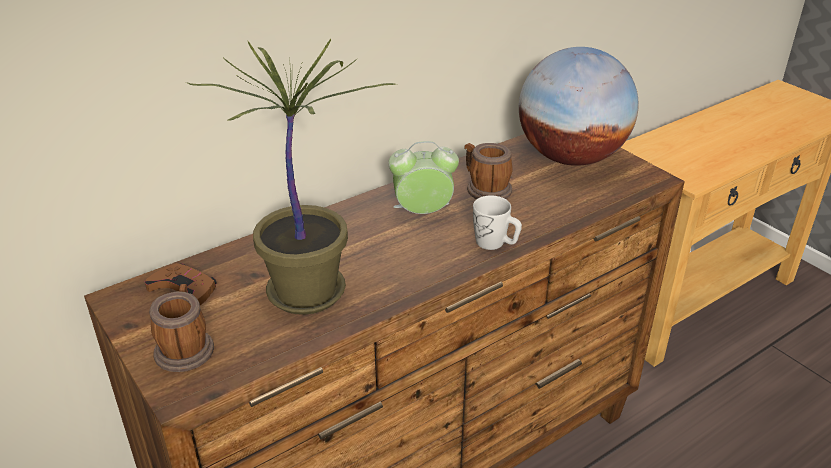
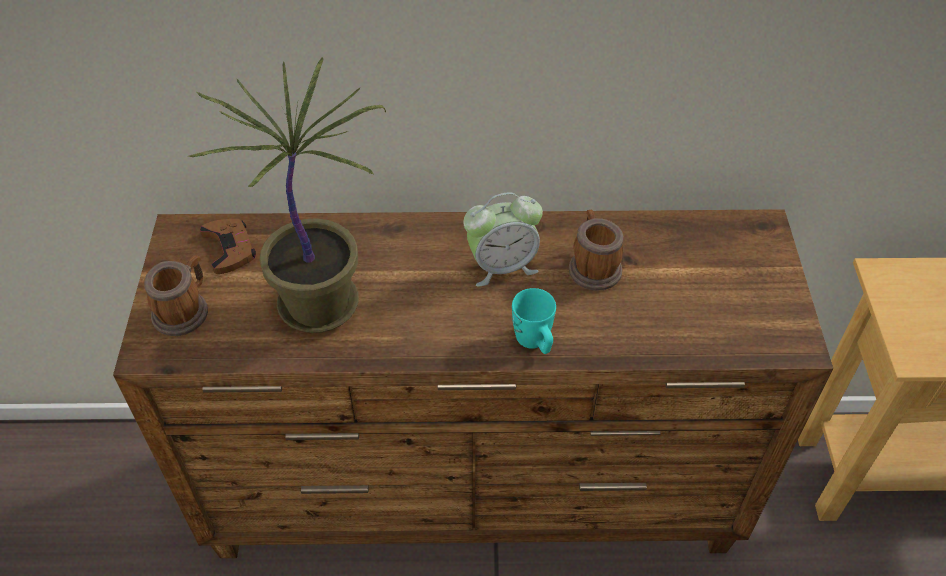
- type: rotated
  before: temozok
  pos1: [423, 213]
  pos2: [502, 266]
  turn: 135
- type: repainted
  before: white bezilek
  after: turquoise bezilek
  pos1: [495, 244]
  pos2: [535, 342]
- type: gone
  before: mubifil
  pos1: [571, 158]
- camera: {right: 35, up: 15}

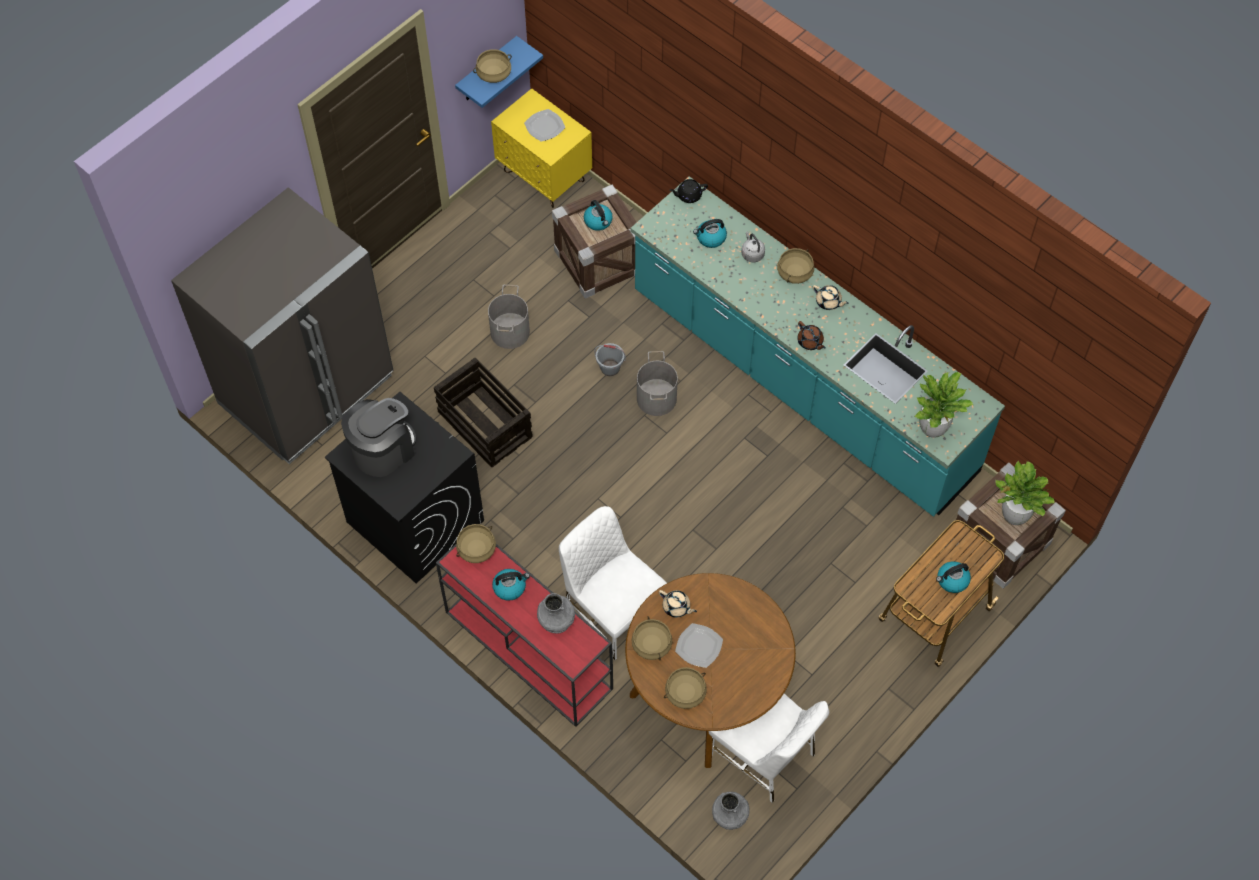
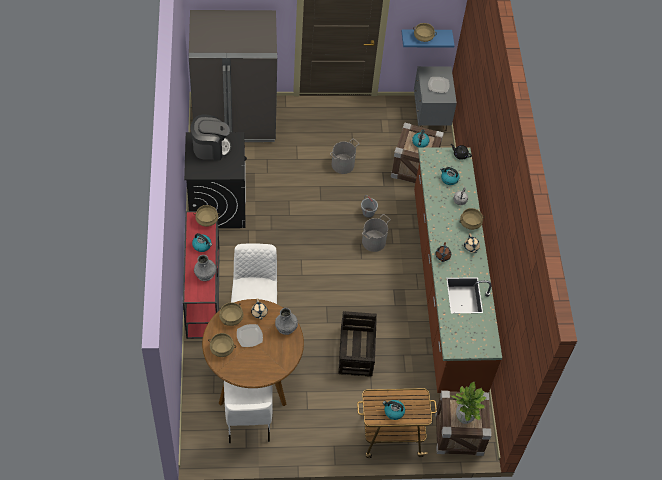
- type: shifted
  before: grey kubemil
  pos1: [730, 814]
  pos2: [286, 327]
- type: shifted
  before: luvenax
  pos1: [484, 424]
  pos2: [356, 350]
- type: repainted
  before: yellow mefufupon
  after: grey mefufupon
  pos1: [544, 177]
  pos2: [430, 116]
- type: repainted
  before: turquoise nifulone
  after: brown nifulone
  pos1: [801, 383]
  pos2: [446, 289]
- type: gone
  before: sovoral
  pos1: [932, 428]
- camera: {right: 40, up: -5}

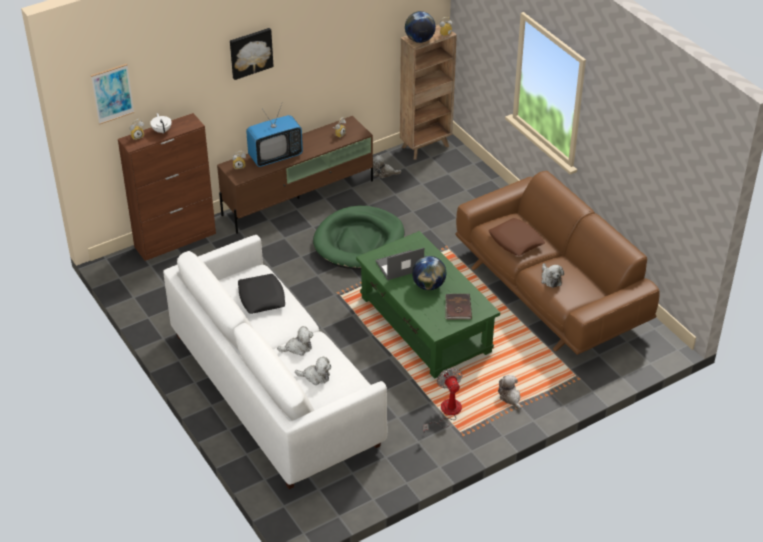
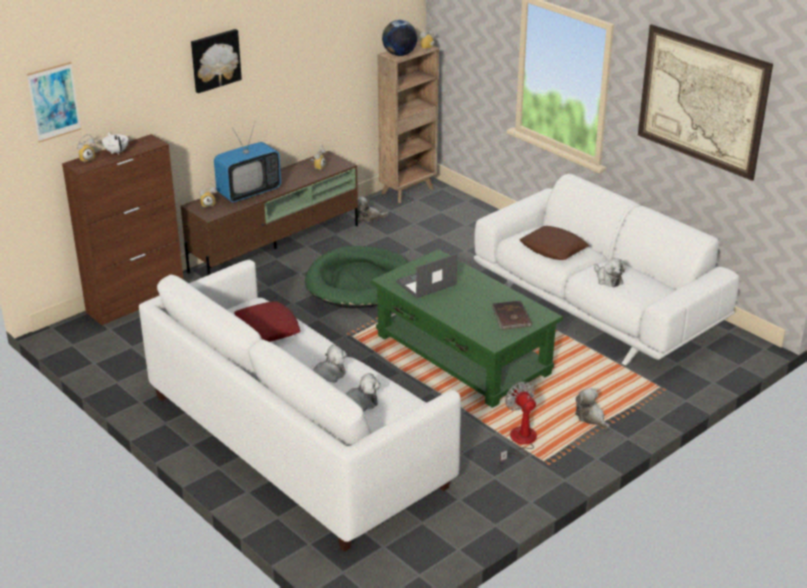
- type: repainted
  before: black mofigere
  after: red mofigere
  pos1: [261, 297]
  pos2: [267, 328]
- type: repainted
  before: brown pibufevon
  after: white pibufevon
  pos1: [551, 291]
  pos2: [597, 308]
- type: new
  after: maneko
  pos2: [702, 101]
- type: gone
  before: mubifil
  pos1: [428, 285]
- camera: {right: -10, up: -10}

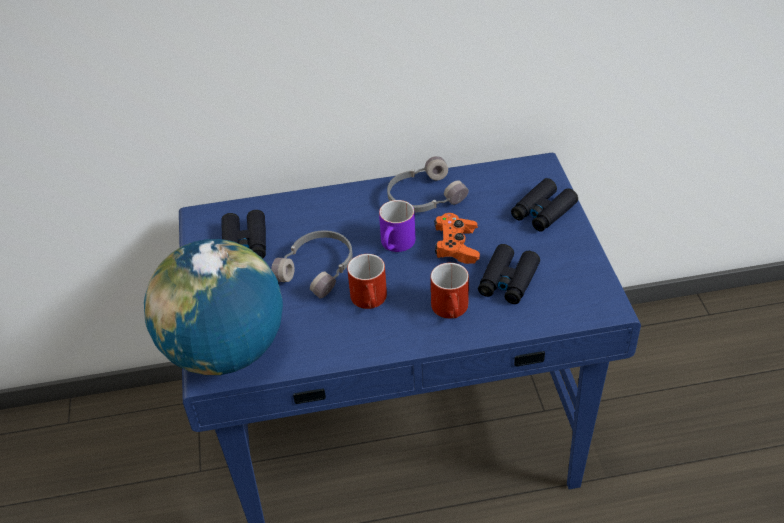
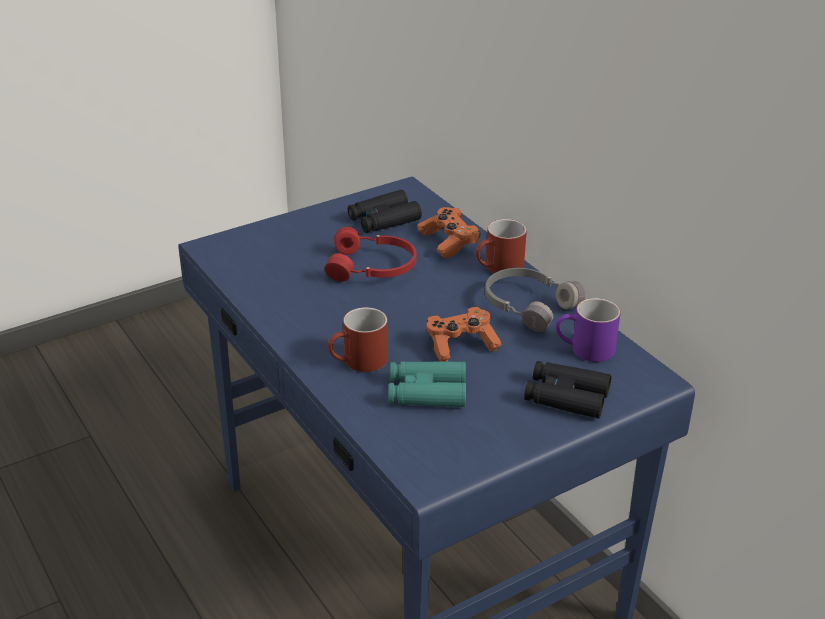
- type: repainted
  before: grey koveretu
  after: red koveretu
  pos1: [318, 269]
  pos2: [372, 268]
- type: repainted
  before: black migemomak
  after: turquoise migemomak
  pos1: [508, 281]
  pos2: [426, 392]
- type: new
  after: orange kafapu
  pos2: [448, 241]
- type: shifted
  before: red bezilek
  pos1: [371, 301]
  pos2: [499, 268]
- type: shifted
  before: purple bezilek
  pos1: [396, 245]
  pos2: [584, 350]
- type: gone
  before: mubifil
  pos1: [225, 351]
- camera: {right: 65, up: -10}

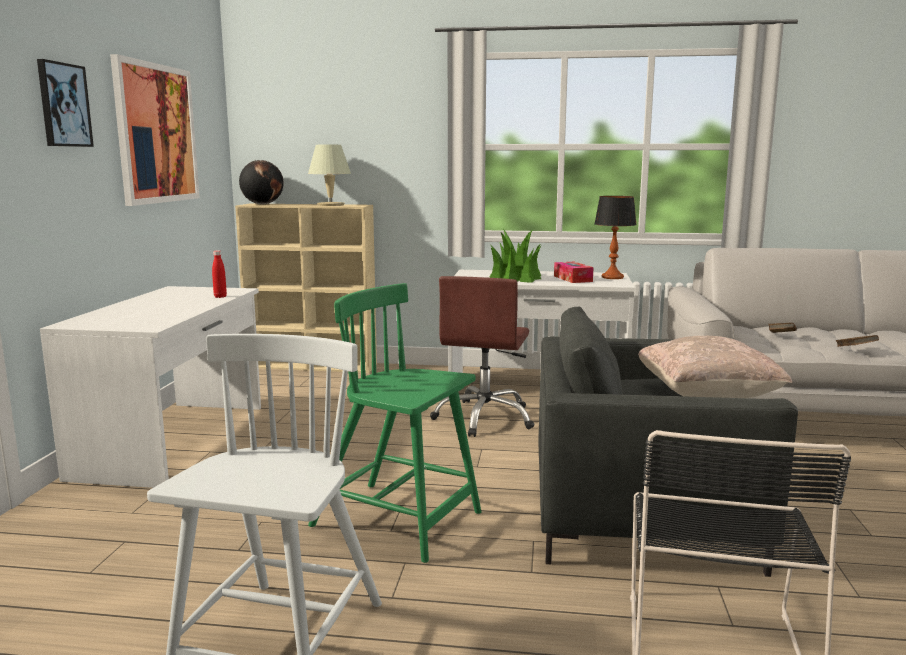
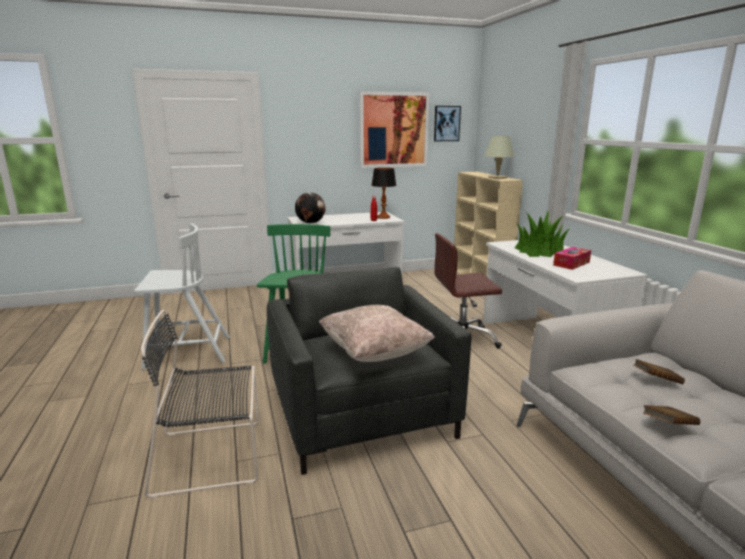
- type: shifted
  before: mubifil
  pos1: [262, 204]
  pos2: [310, 223]
- type: shifted
  before: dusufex
  pos1: [612, 277]
  pos2: [383, 217]
- type: shifted
  before: maneko
  pos1: [63, 105]
  pos2: [446, 123]
- camera: {right: 65, up: 5}

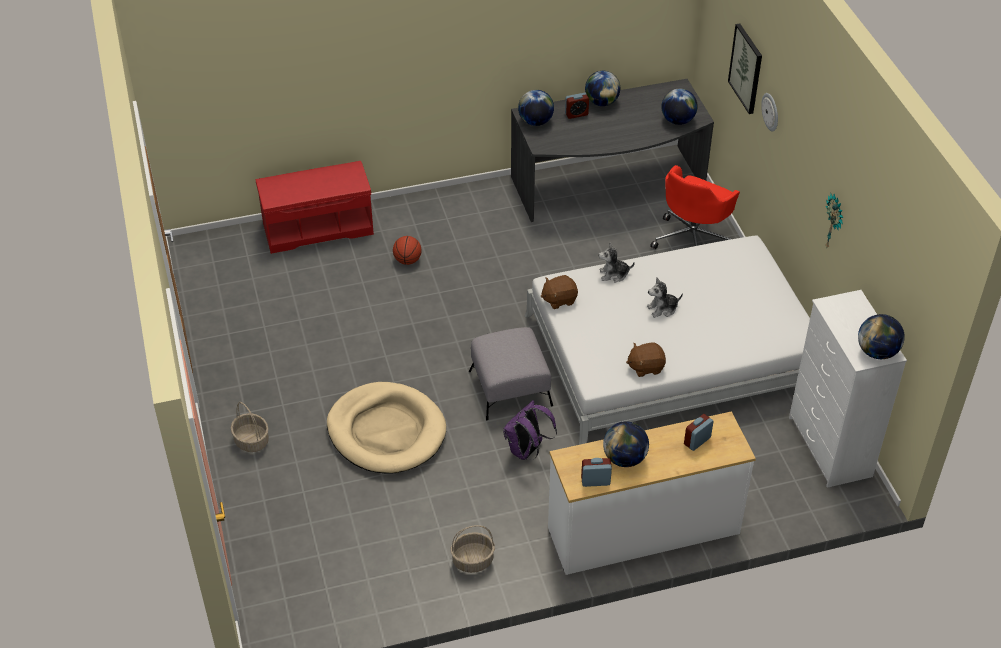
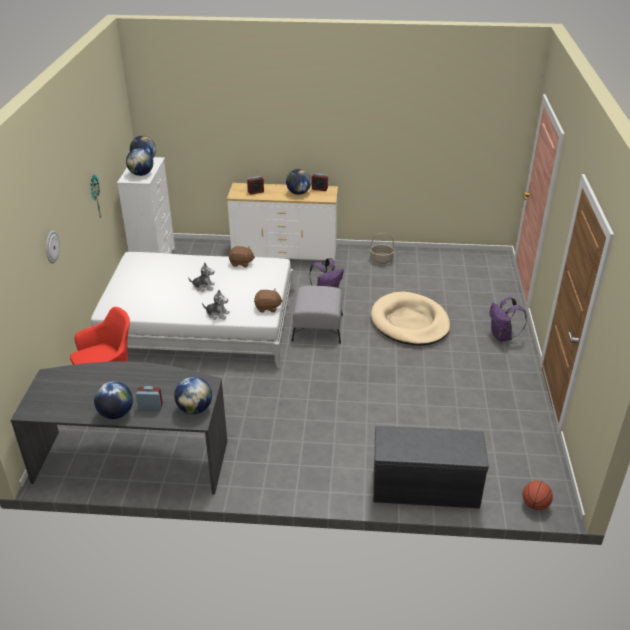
- type: shifted
  before: mubifil
  pos1: [677, 120]
  pos2: [141, 174]
- type: repainted
  before: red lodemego
  after: grey lodemego
  pos1: [318, 228]
  pos2: [424, 487]
- type: swapped
  before: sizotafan
  after: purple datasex
  pos1: [251, 441]
  pos2: [502, 337]
- type: shifted
  before: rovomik
  pos1: [407, 260]
  pos2: [535, 505]
- type: gone
  before: maneko
  pos1: [746, 68]
- camera: {right: -160, up: -10}

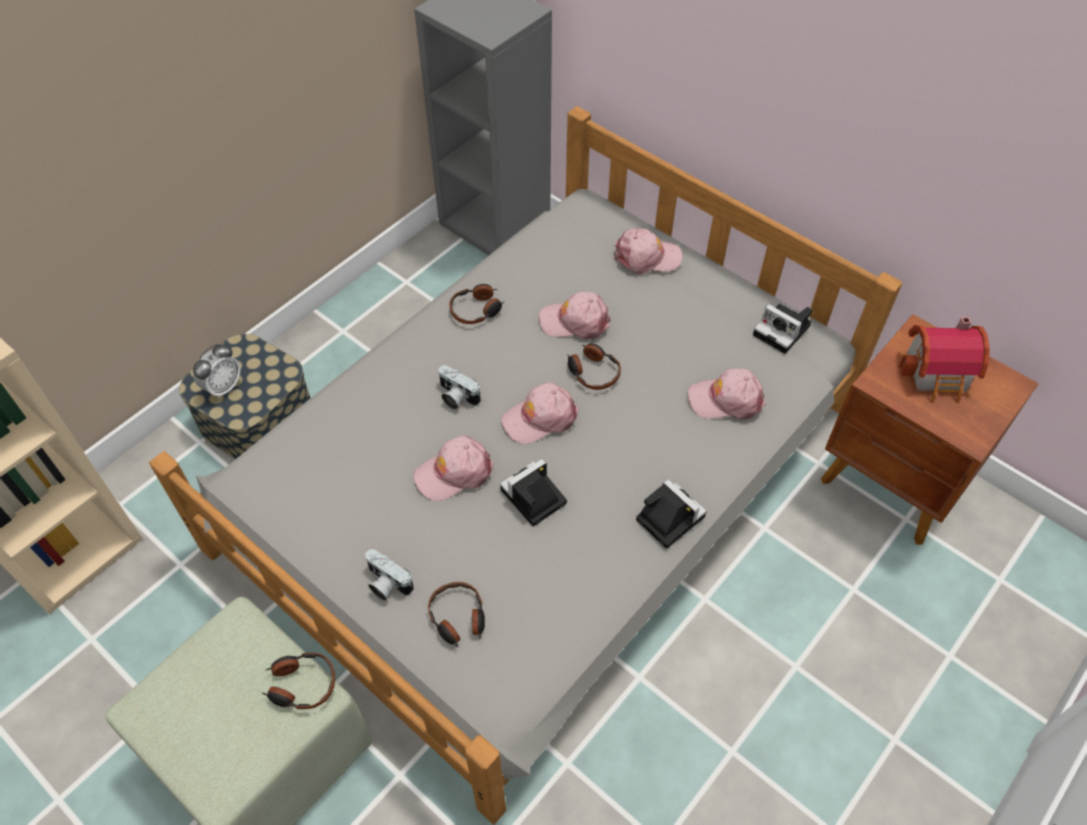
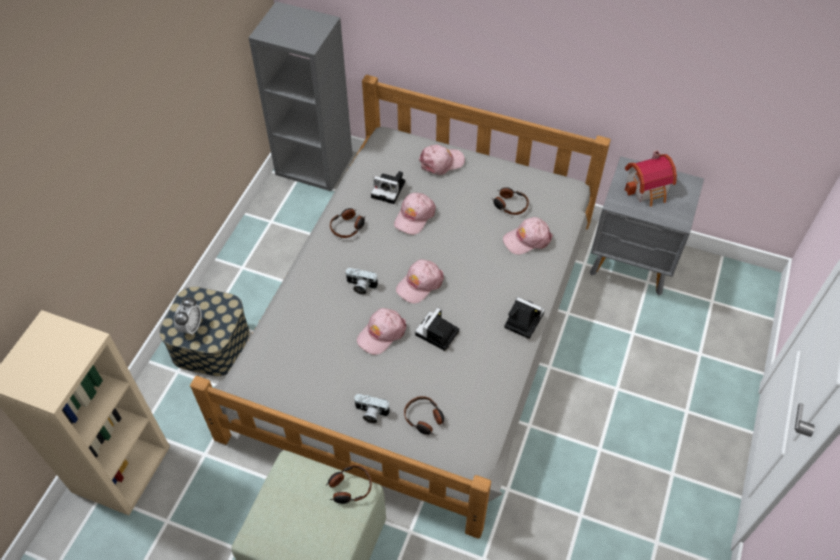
- type: shifted
  before: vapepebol
  pos1: [784, 331]
  pos2: [389, 190]
- type: rotated
  before: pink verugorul
  pos1: [575, 321]
  pos2: [414, 216]
  turn: -45
- type: shifted
  before: koveretu
  pos1: [592, 372]
  pos2: [509, 205]
- type: repainted
  before: brown mefufupon
  after: grey mefufupon
  pos1: [894, 483]
  pos2: [633, 262]
- camera: {right: -20, up: 0}

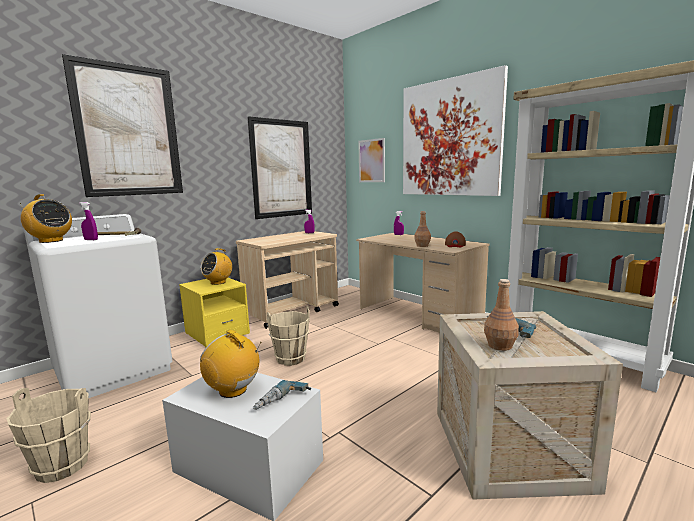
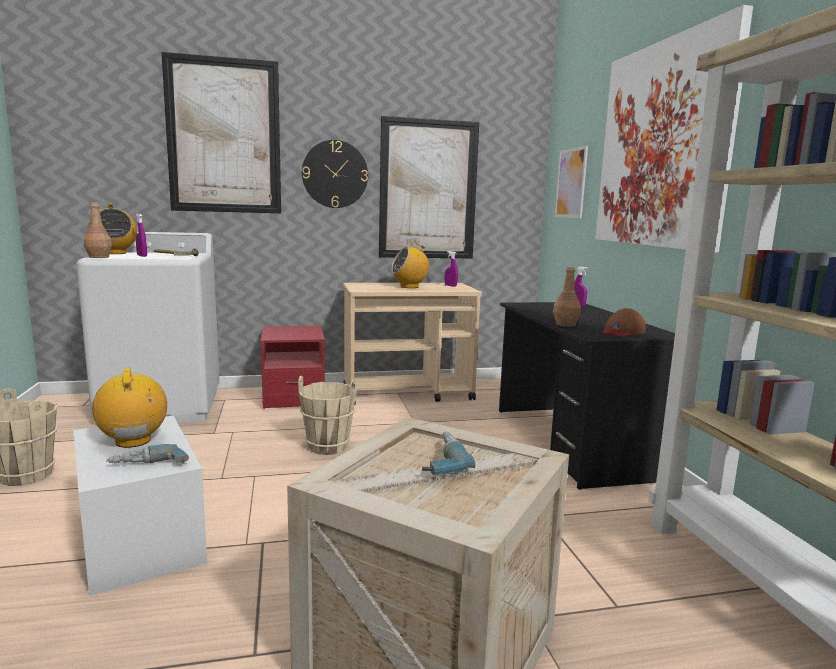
- type: shifted
  before: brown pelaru
  pos1: [499, 345]
  pos2: [99, 257]
- type: repainted
  before: yellow mefufupon
  after: red mefufupon
  pos1: [217, 333]
  pos2: [293, 397]
- type: new
  after: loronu
  pos2: [335, 174]
- type: shifted
  before: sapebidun
  pos1: [218, 282]
  pos2: [409, 287]
- type: repainted
  before: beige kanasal
  after: black kanasal
  pos1: [418, 315]
  pos2: [572, 442]
- camera: {right: 30, up: 0}

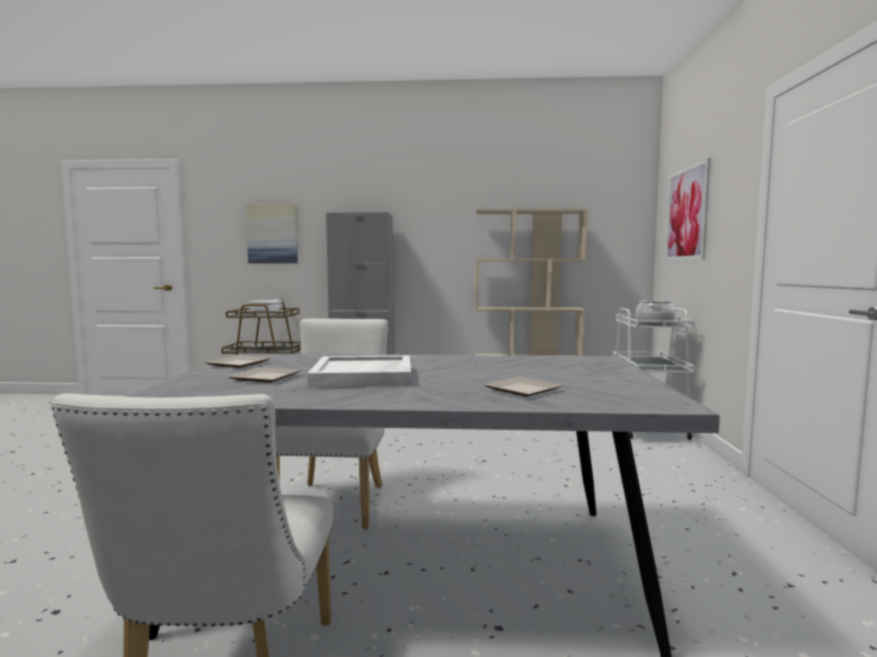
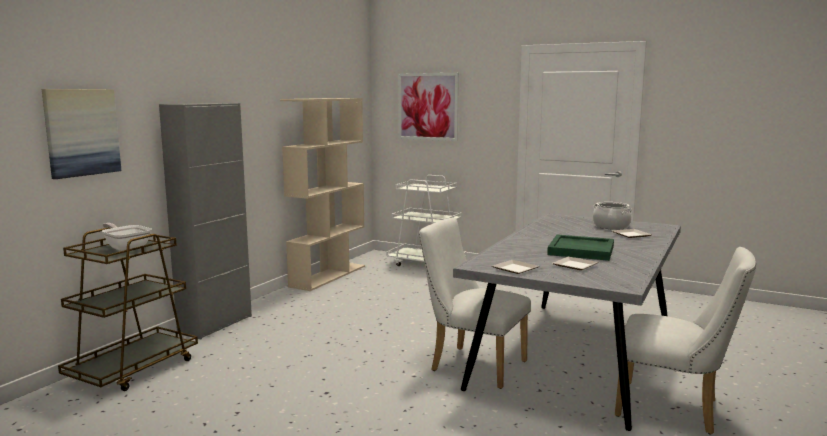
- type: repainted
  before: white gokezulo
  after: green gokezulo
  pos1: [364, 376]
  pos2: [582, 250]
- type: shifted
  before: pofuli
  pos1: [655, 323]
  pos2: [611, 226]
- camera: {right: -65, up: 5}

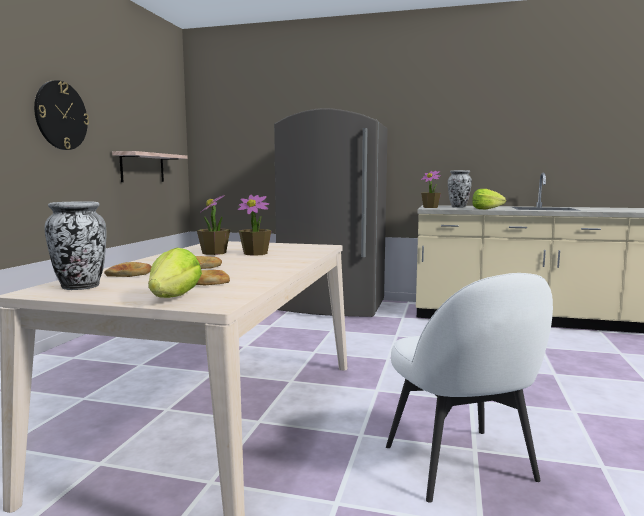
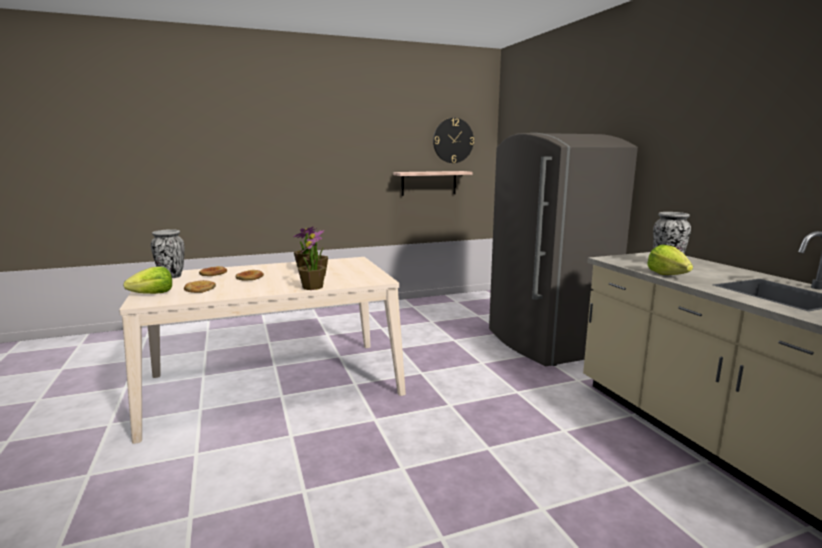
- type: shifted
  before: sovoral
  pos1: [430, 207]
  pos2: [312, 287]
- type: shifted
  before: loronu
  pos1: [61, 115]
  pos2: [453, 140]
- type: gone
  before: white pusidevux
  pos1: [461, 465]
- camera: {right: 55, up: 5}

